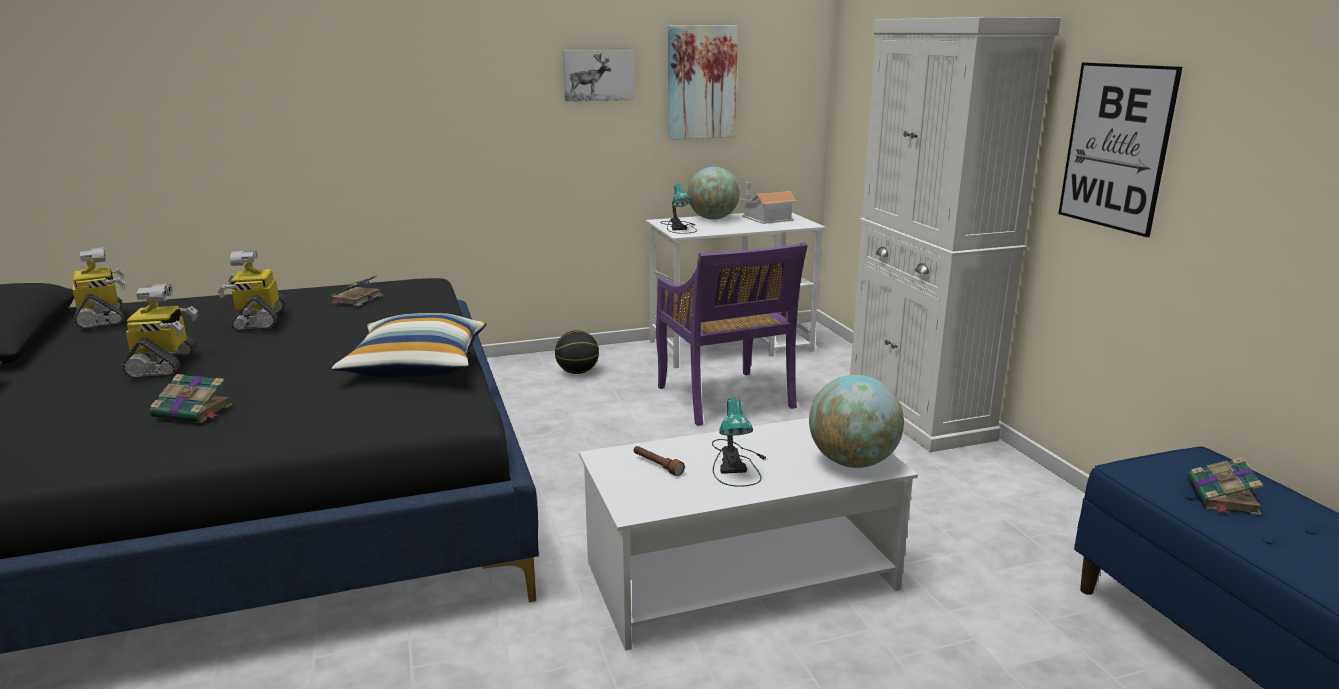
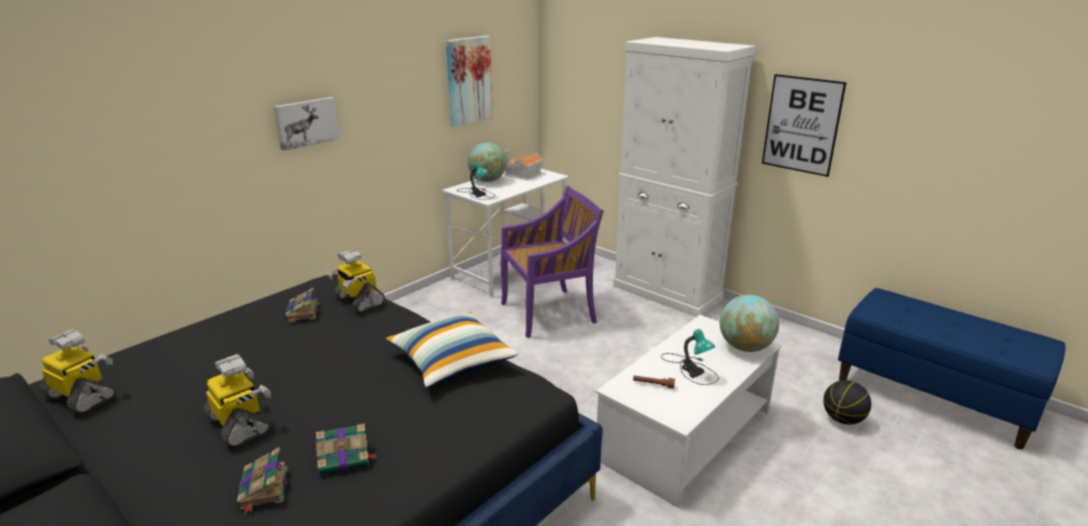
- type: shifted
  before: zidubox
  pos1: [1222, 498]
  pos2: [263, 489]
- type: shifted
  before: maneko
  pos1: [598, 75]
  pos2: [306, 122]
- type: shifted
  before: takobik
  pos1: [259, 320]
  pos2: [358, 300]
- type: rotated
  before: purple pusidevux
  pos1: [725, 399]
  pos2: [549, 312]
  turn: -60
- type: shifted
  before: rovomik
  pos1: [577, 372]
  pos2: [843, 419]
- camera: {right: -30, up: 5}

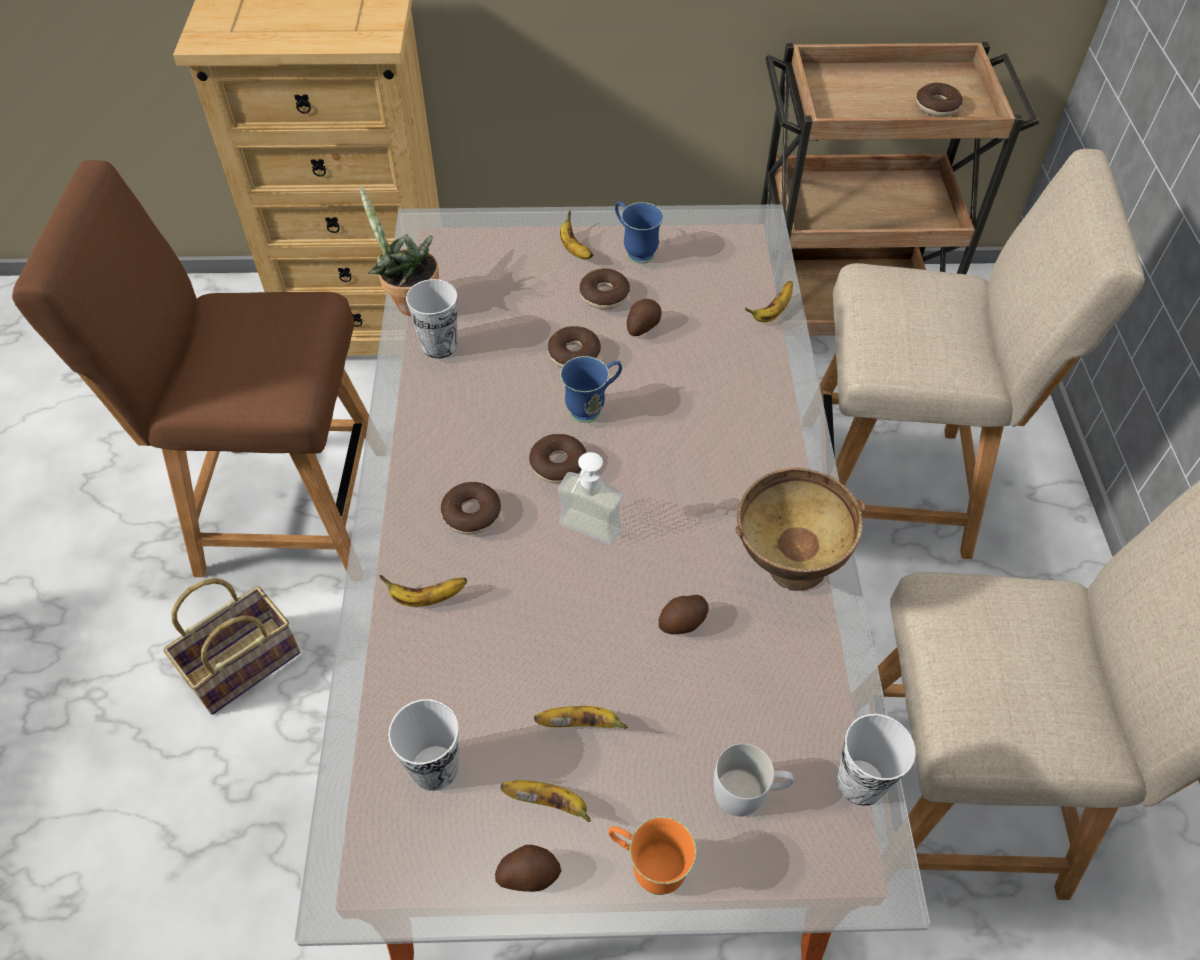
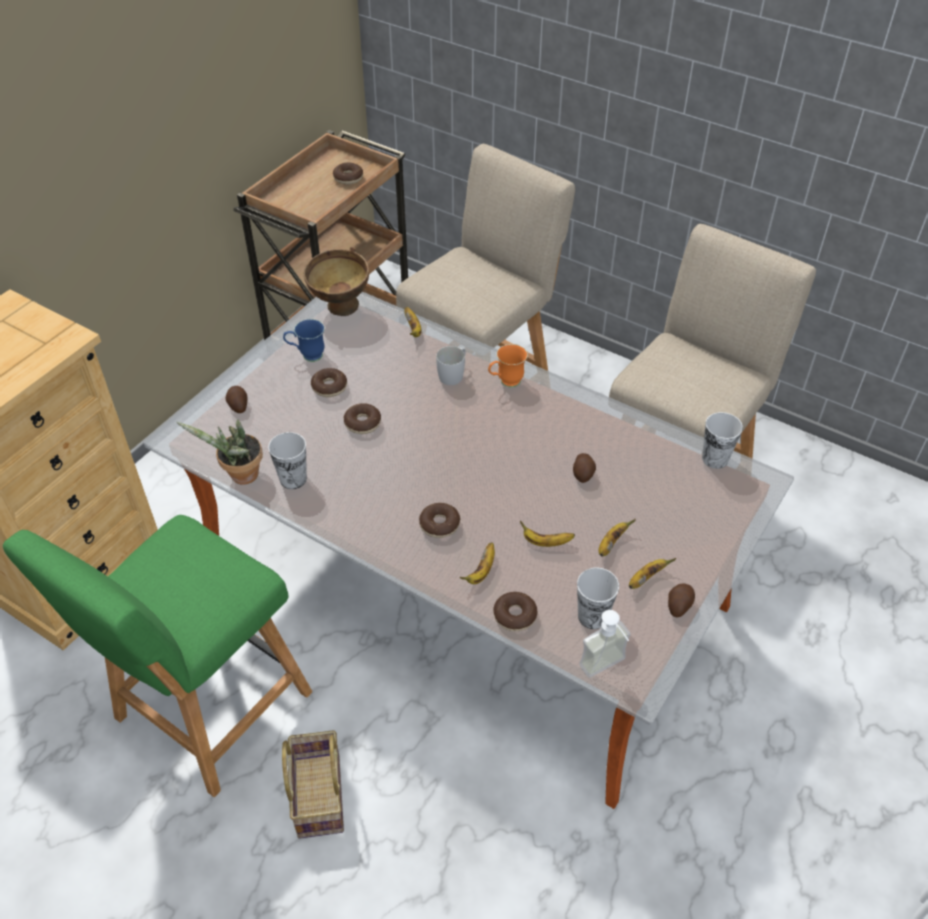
- type: repainted
  before: brown pusidevux
  after: green pusidevux
  pos1: [282, 509]
  pos2: [206, 712]
- type: shifted
  before: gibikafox
  pos1: [642, 326]
  pos2: [238, 405]
- type: shifted
  before: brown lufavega
  pos1: [783, 569]
  pos2: [340, 310]
- type: shifted
  before: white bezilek
  pos1: [749, 793]
  pos2: [453, 374]
- type: shifted
  before: orange bezilek
  pos1: [647, 868]
  pos2: [505, 382]
- type: shifted
  before: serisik
  pos1: [558, 464]
  pos2: [515, 615]
- type: shifted
  before: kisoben
  pos1: [574, 249]
  pos2: [545, 542]
- type: shifted
  before: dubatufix
  pos1: [584, 536]
  pos2: [607, 669]
- type: gone
  before: blue bezilek
  pos1: [592, 408]
- camera: {right: -55, up: -5}

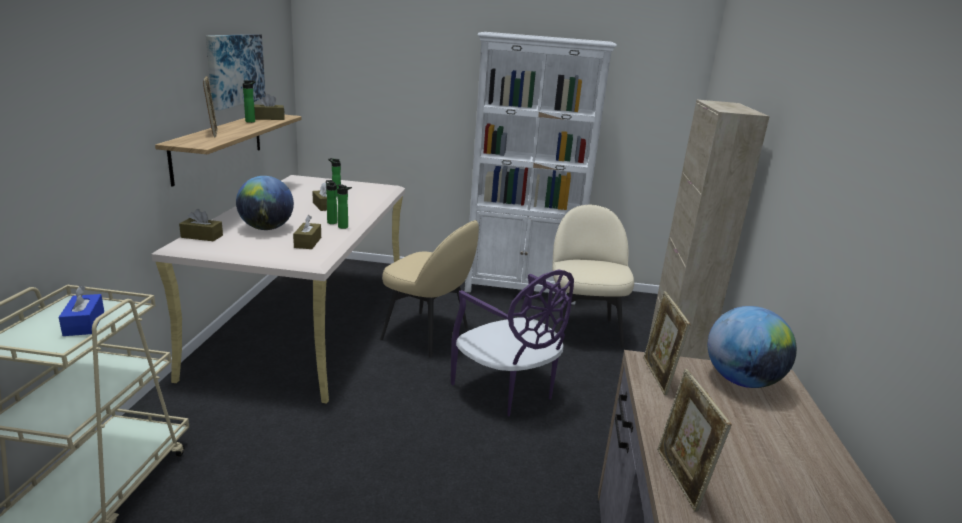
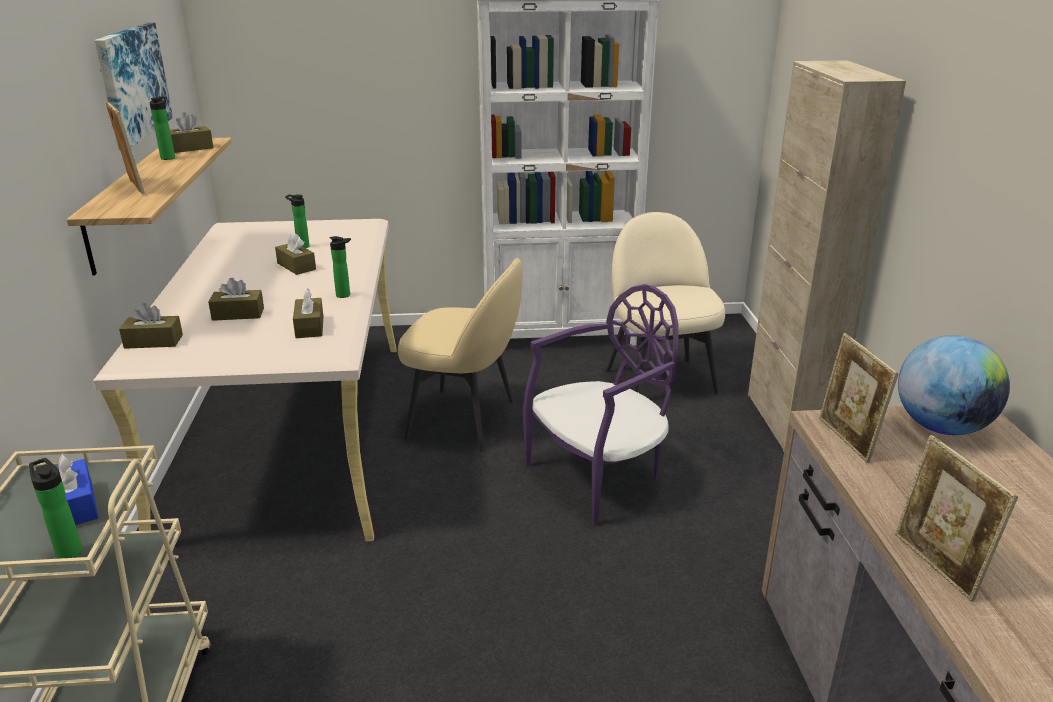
- type: shifted
  before: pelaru
  pos1: [331, 222]
  pos2: [68, 550]
- type: swapped
  before: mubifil
  after: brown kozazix
  pos1: [266, 228]
  pos2: [238, 314]
- type: rotated
  before: purple pusidevux
  pos1: [507, 389]
  pos2: [599, 477]
  turn: -75
- camera: {right: -10, up: 5}

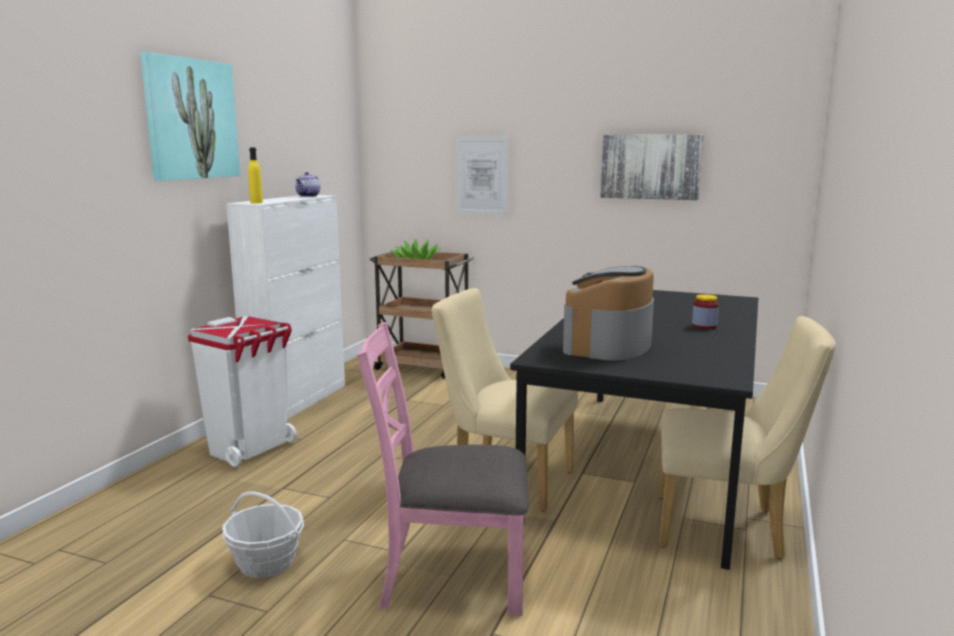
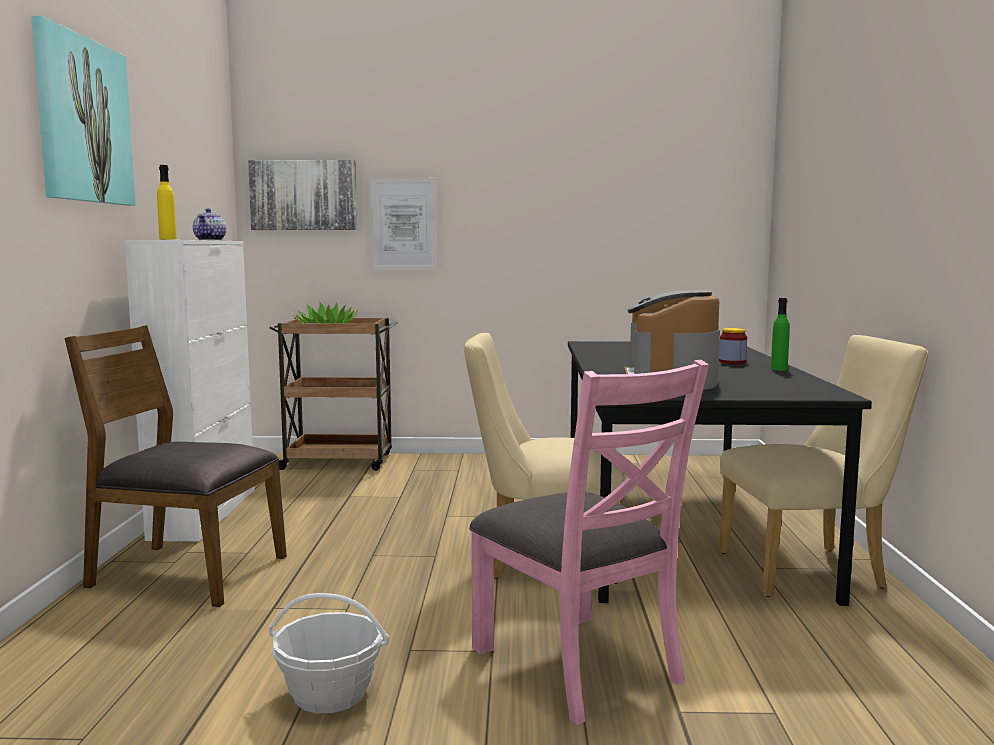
- type: swapped
  before: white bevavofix
  after: brown pusidevux
  pos1: [250, 449]
  pos2: [186, 572]
- type: shifted
  before: maneko
  pos1: [650, 167]
  pos2: [303, 195]
- type: rotated
  before: pink pusidevux
  pos1: [451, 577]
  pos2: [578, 664]
  turn: -105
- type: new
  after: green pelaru
  pos2: [779, 369]
- camera: {right: -20, up: -5}

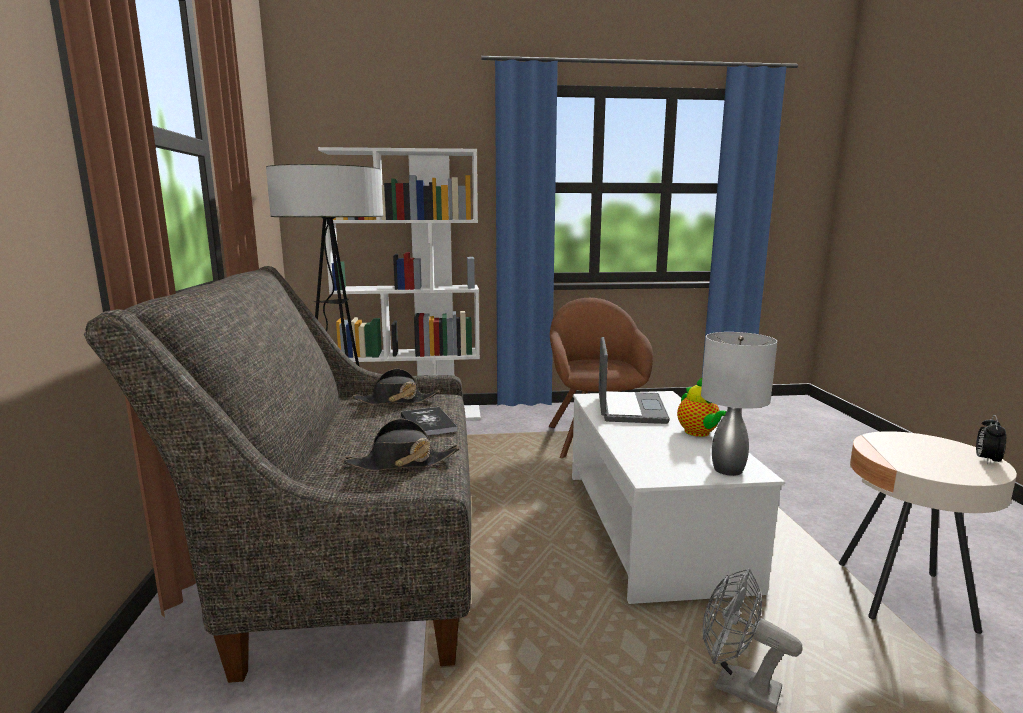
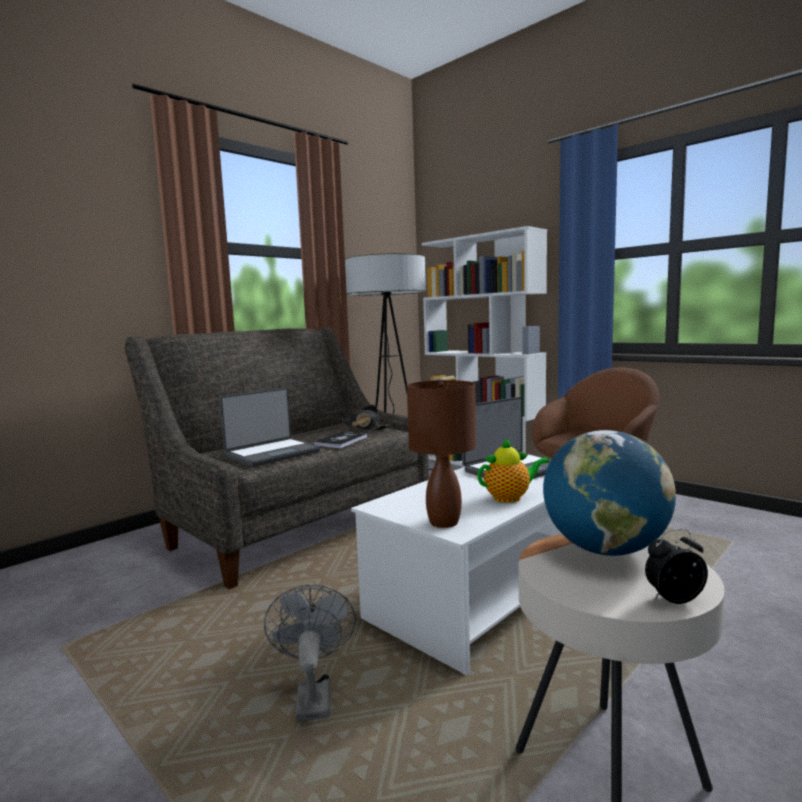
- type: swapped
  before: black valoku
  after: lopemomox
  pos1: [401, 463]
  pos2: [272, 454]
- type: repainted
  before: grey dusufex
  after: brown dusufex
  pos1: [729, 469]
  pos2: [444, 522]
- type: rotated
  before: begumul
  pos1: [699, 433]
  pos2: [510, 498]
  turn: -135
- type: new
  after: mubifil
  pos2: [605, 550]
- camera: {right: 50, up: -5}

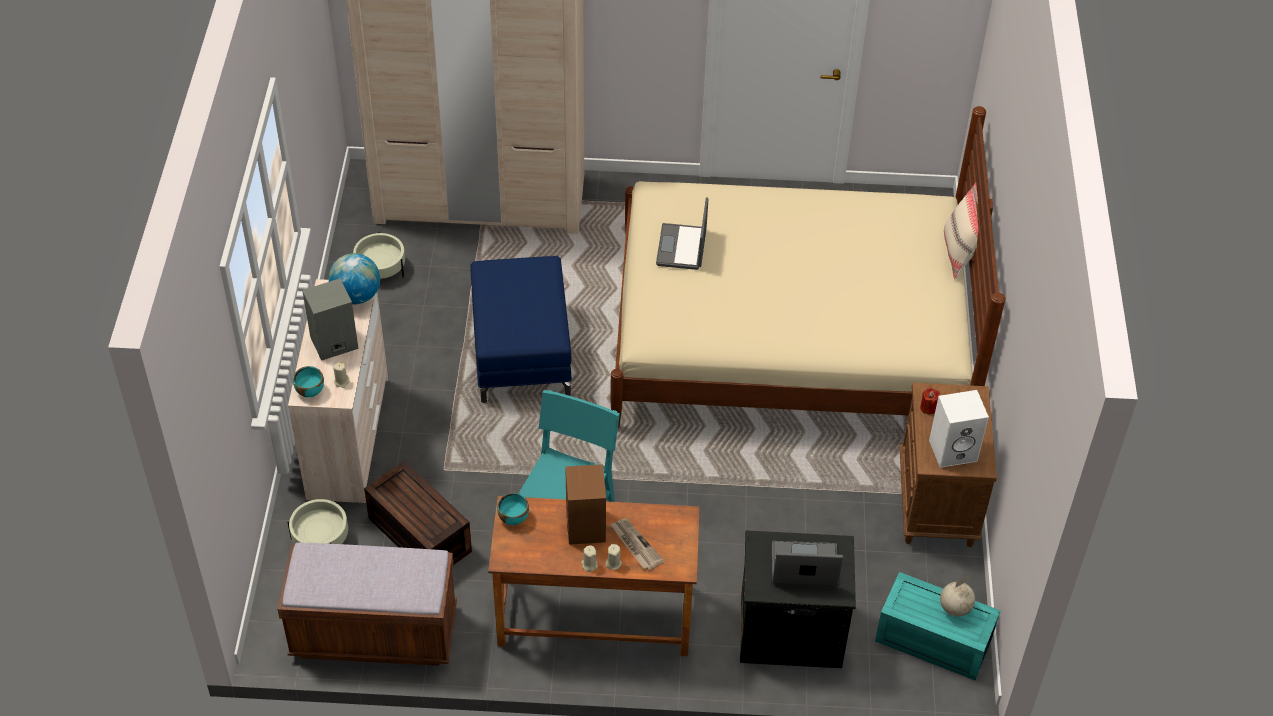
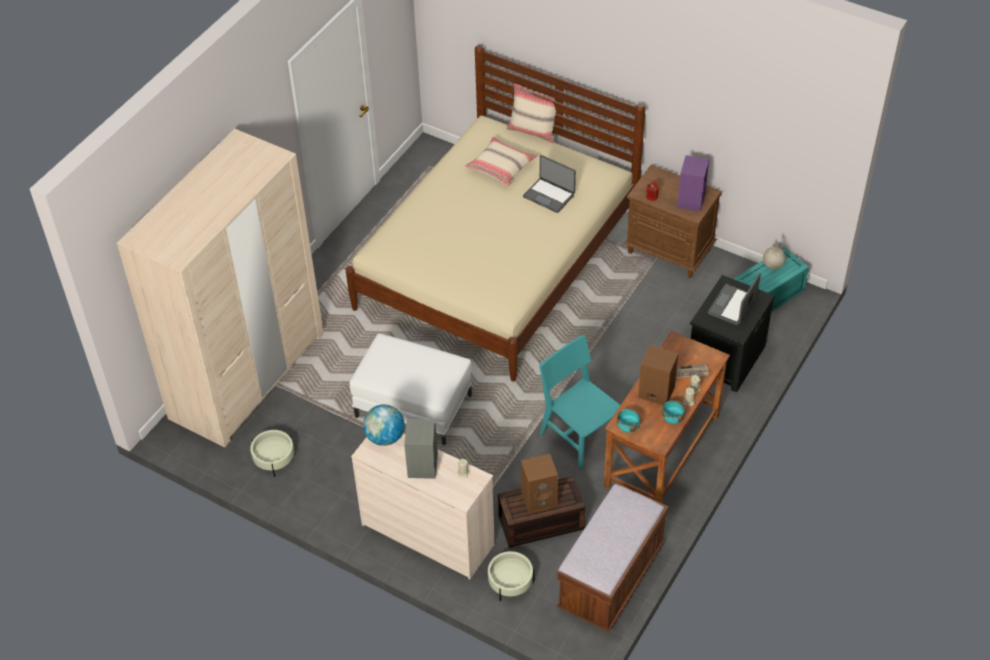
- type: repainted
  before: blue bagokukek
  after: white bagokukek
  pos1: [522, 352]
  pos2: [414, 405]
- type: new
  after: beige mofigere
  pos2: [501, 167]
- type: new
  after: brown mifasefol
  pos2: [539, 497]
- type: shifted
  before: lopemomox
  pos1: [682, 248]
  pos2: [549, 195]
- type: shifted
  before: turquoise lufavega
  pos1: [310, 390]
  pos2: [672, 418]
- type: repainted
  before: white mifasefol
  after: purple mifasefol
  pos1: [954, 450]
  pos2: [690, 200]
- camera: {right: -60, up: 0}

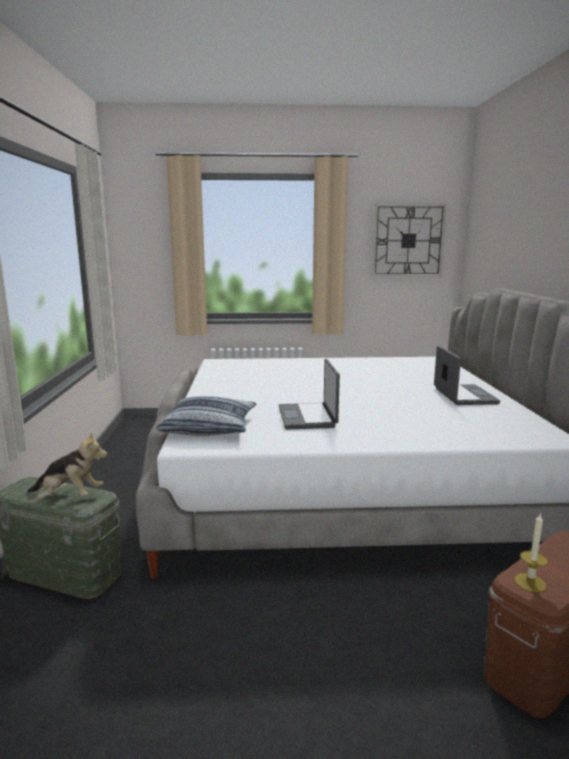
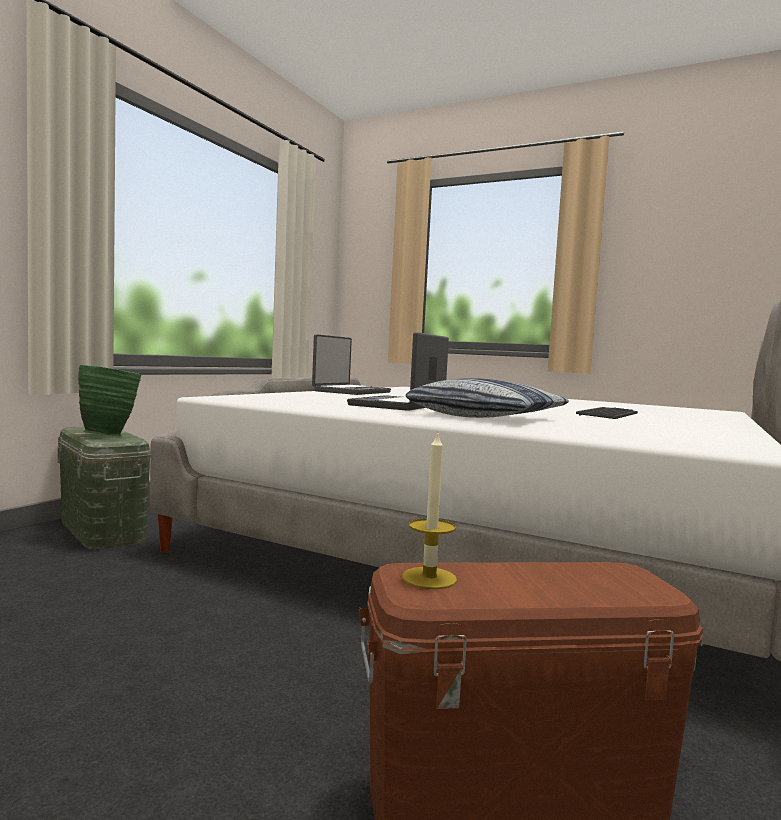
- type: swapped
  before: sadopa
  after: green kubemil
  pos1: [70, 495]
  pos2: [109, 435]
- type: shifted
  before: lopemomox
  pos1: [463, 396]
  pos2: [351, 391]
- type: shifted
  before: mofigere
  pos1: [210, 427]
  pos2: [487, 417]
- type: new
  after: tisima
  pos2: [609, 414]
- type: gone
  before: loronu
  pos1: [408, 240]
- camera: {right: 30, up: -10}

